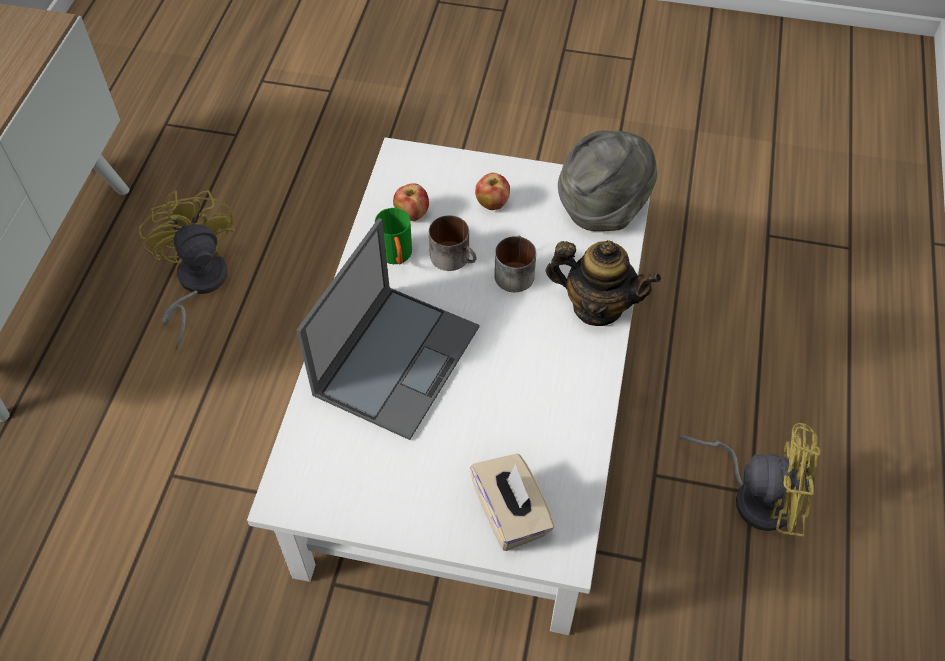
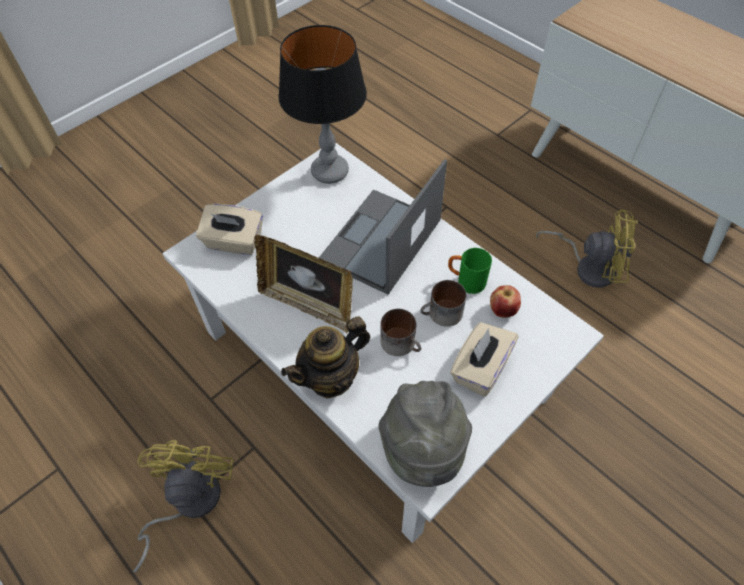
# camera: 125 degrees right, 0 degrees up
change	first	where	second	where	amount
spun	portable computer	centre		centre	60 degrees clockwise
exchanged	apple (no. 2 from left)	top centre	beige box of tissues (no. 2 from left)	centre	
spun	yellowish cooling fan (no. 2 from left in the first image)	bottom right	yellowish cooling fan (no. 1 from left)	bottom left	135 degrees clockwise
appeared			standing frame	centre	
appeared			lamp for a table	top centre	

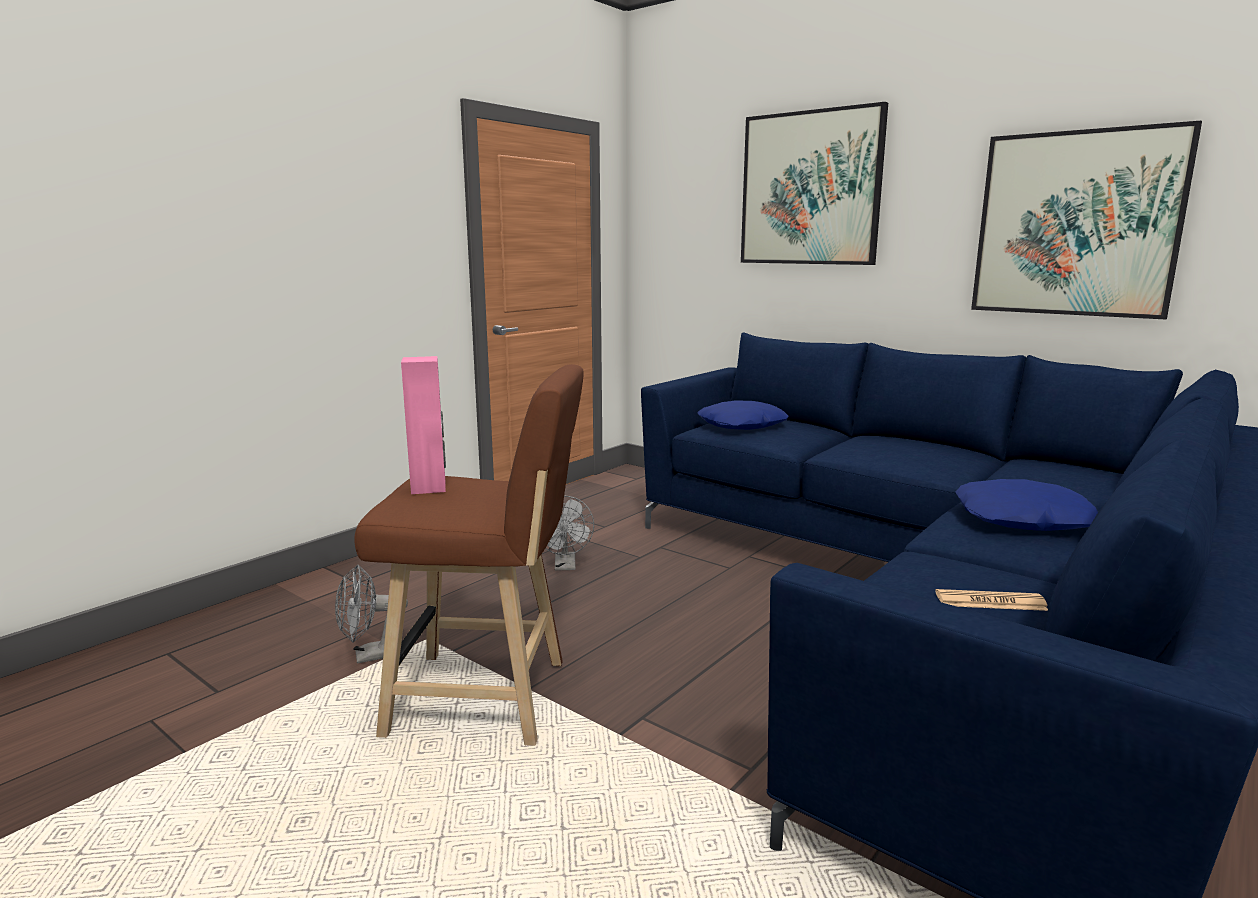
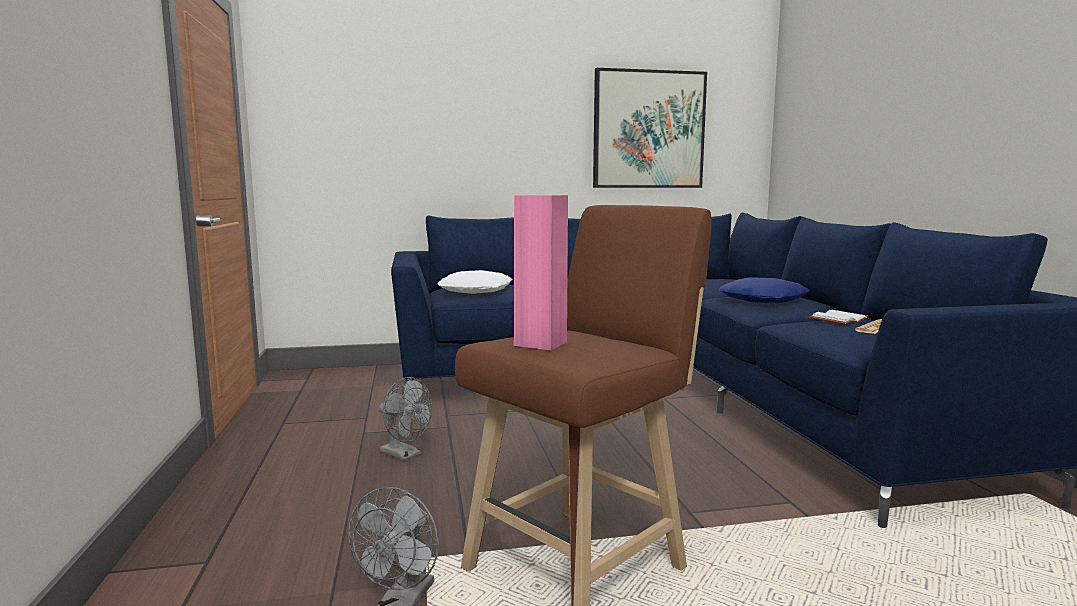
# camera: 50 degrees left, 5 degrees down
change	first	where	second	where	amount
colour	bluish cushion (no. 1 from left)	centre	white-coloured cushion	centre	
missing	wall picture (no. 1 from left)	top centre			
appeared			white-coloured volume	middle right	

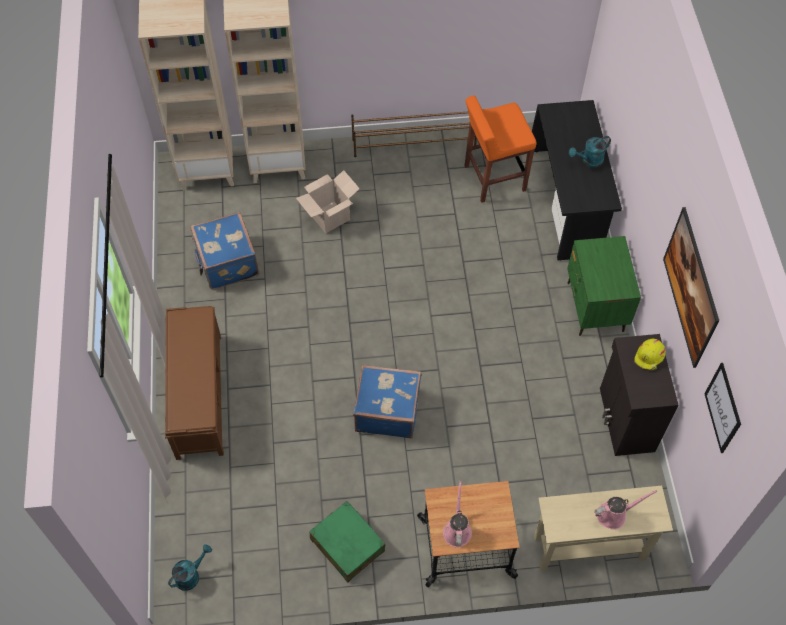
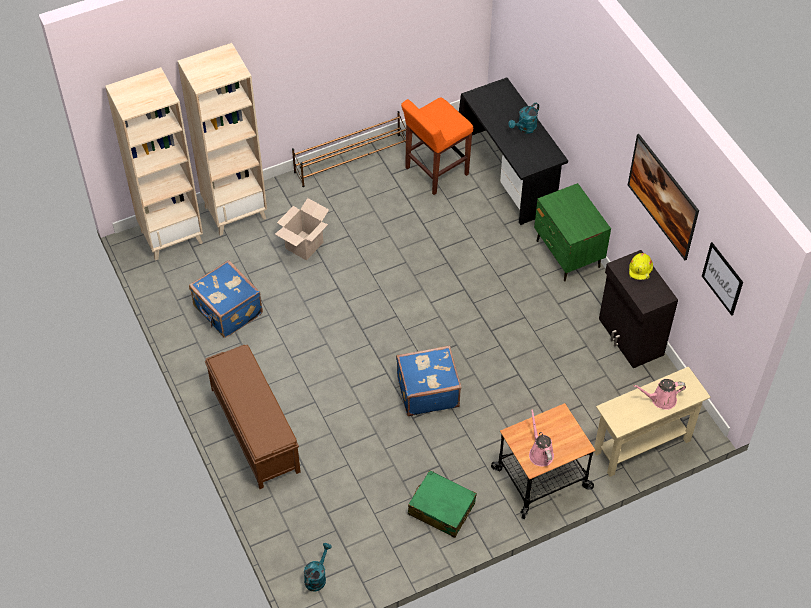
# camera: 20 degrees left, 5 degrees down
change	first	where	second	where	amount
spun	pink-coloured watering pot (no. 2 from left)	bottom right		middle right	150 degrees counterclockwise

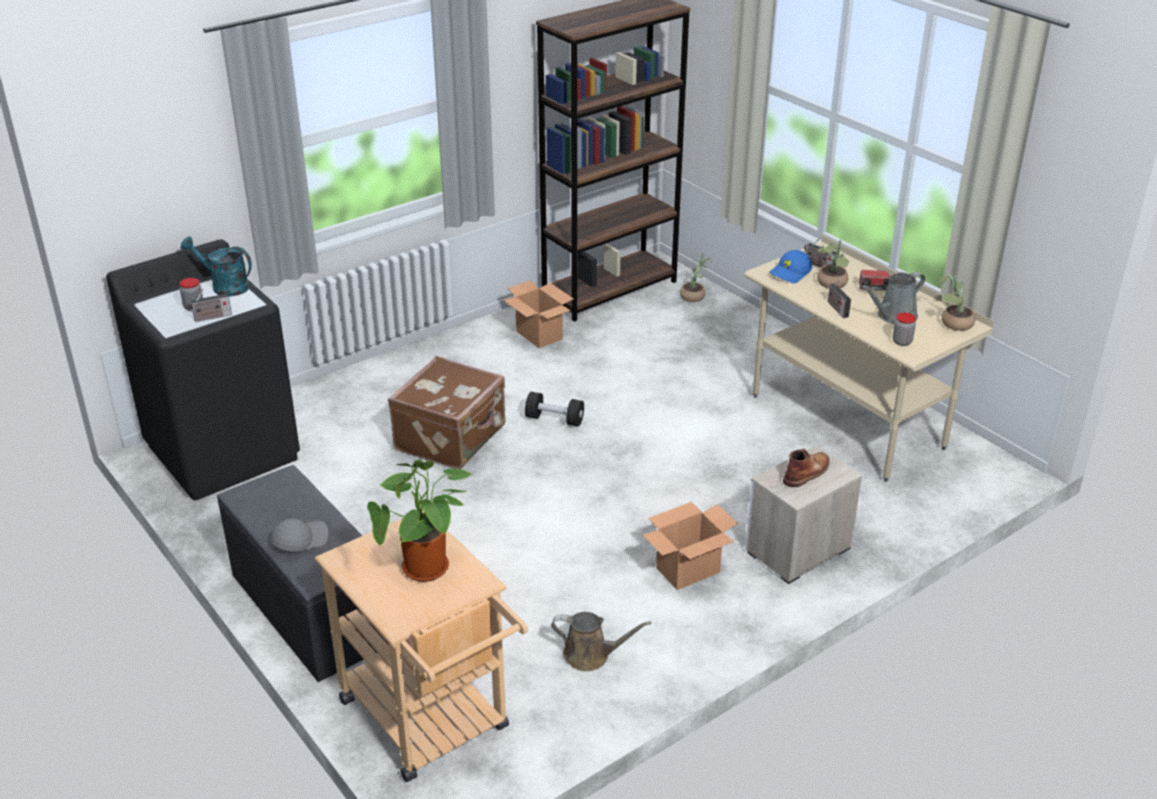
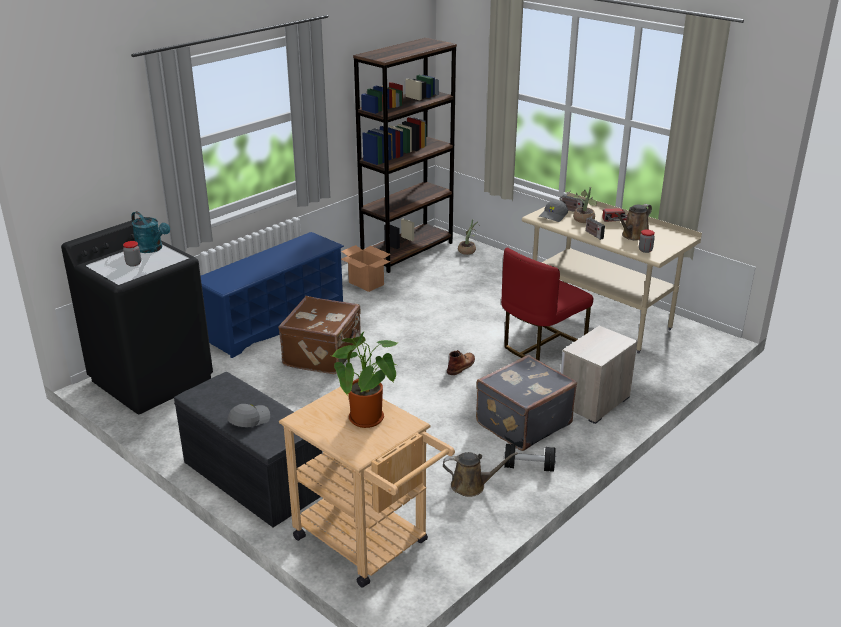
# camera: 10 degrees left, 5 degrees down
change	first	where	second	where	amount
spun	turquoise watering pot	top left		middle left	150 degrees counterclockwise
missing	radio (no. 1 from left)	middle left			
relocated	black hand weight	centre		bottom centre	
exchanged	carton (no. 2 from left)	bottom centre	gray travel case	centre	
colour	bluish baseball cap	top right	gray baseball cap (no. 2 from left)	centre	
relocated	brown high-top boot	middle right		centre	
colour	gray watering pot	middle right	brown watering pot (no. 2 from left)	middle right	
missing	potted plant (no. 4 from left)	middle right			
appeared			bluish shoe rack	middle left	
appeared			reddish upright chair	centre	

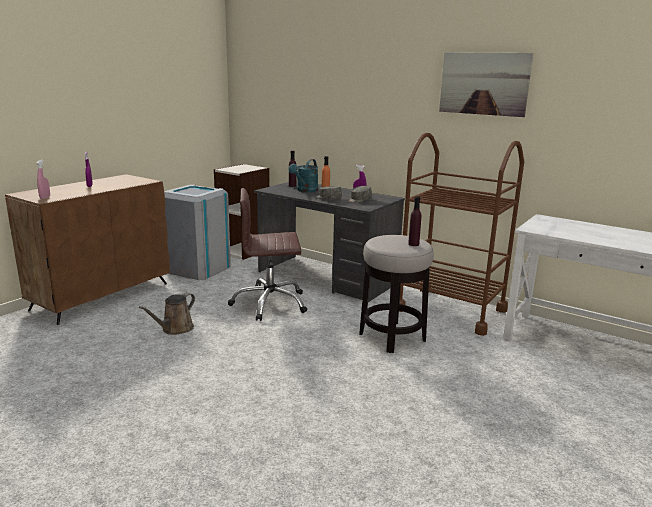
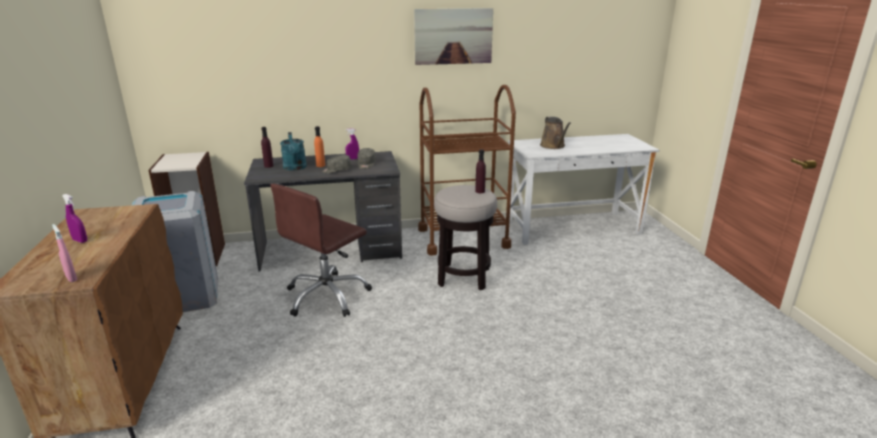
# camera: 45 degrees left, 5 degrees up
change	first	where	second	where	amount
relocated	brown watering pot	middle left		top centre	

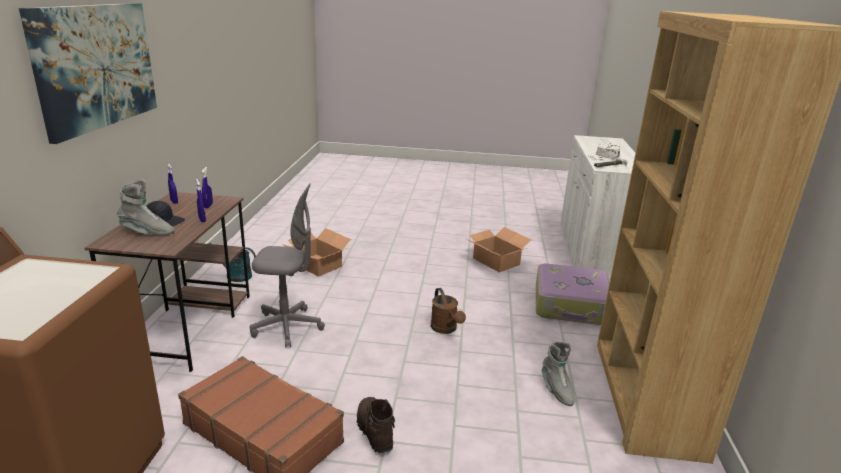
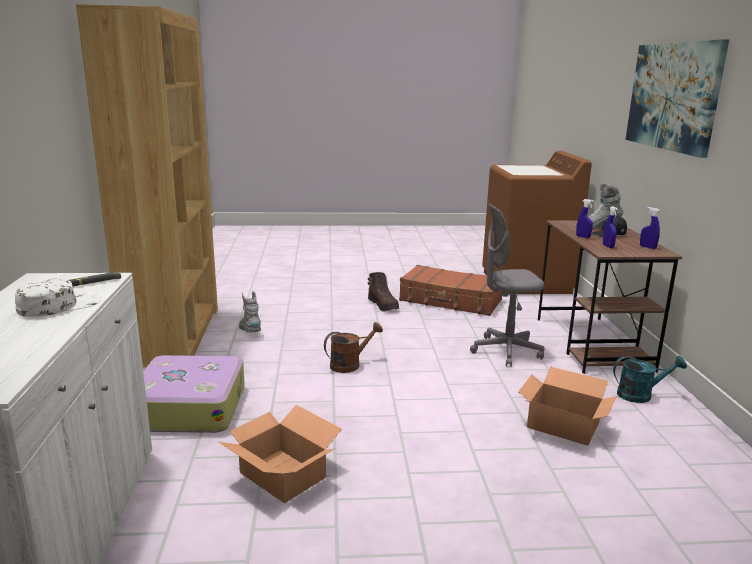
# camera: 170 degrees right, 5 degrees down
change	first	where	second	where	amount
spun	brown watering pot	centre		centre	90 degrees clockwise

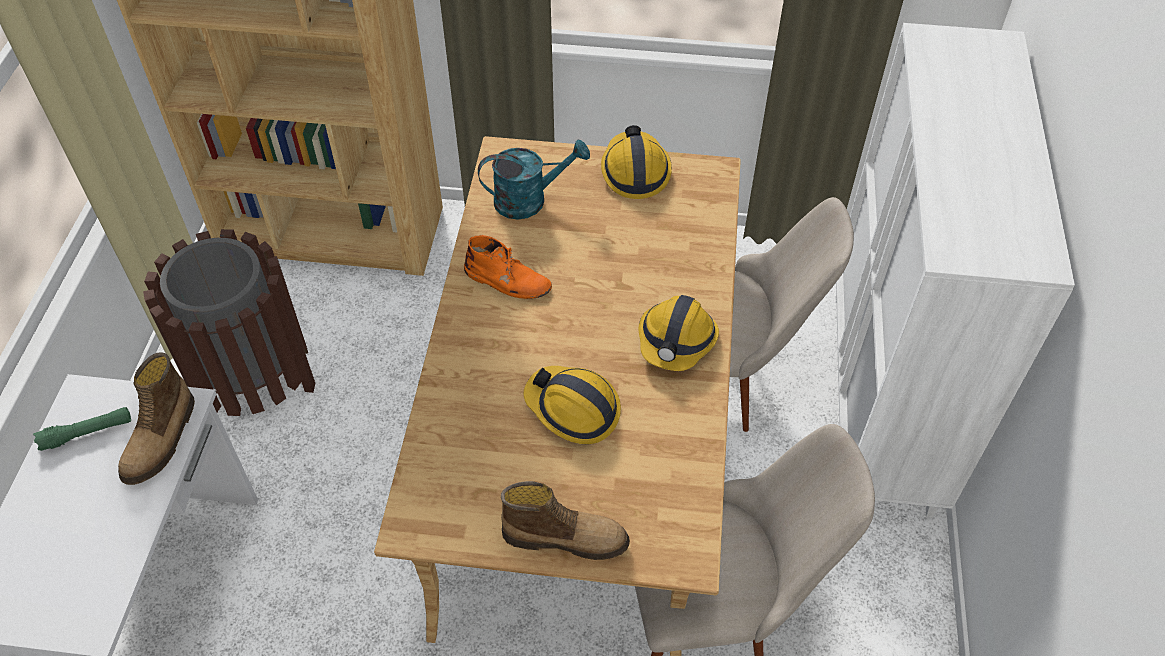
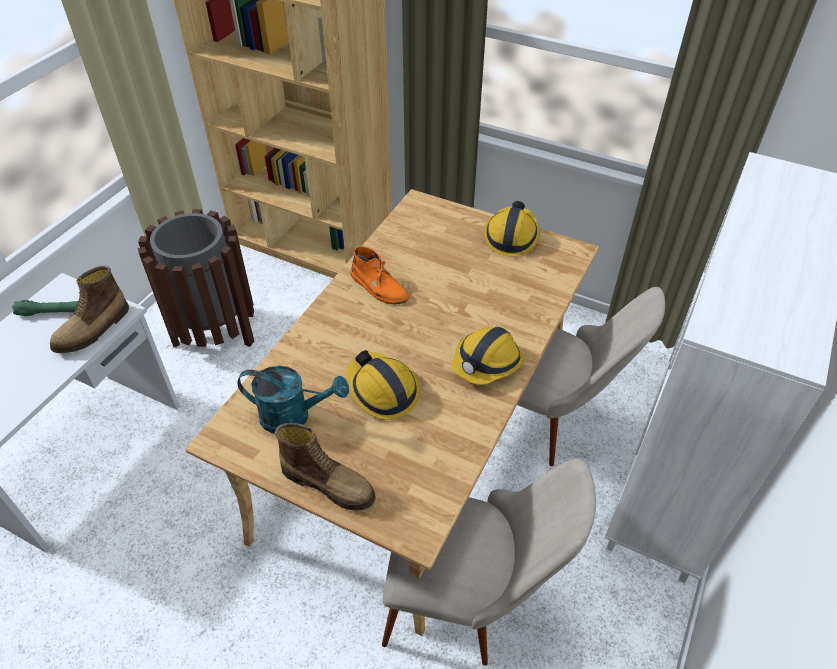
# camera: 20 degrees right, 5 degrees down
change	first	where	second	where	amount
relocated	turquoise watering pot	top centre		centre	

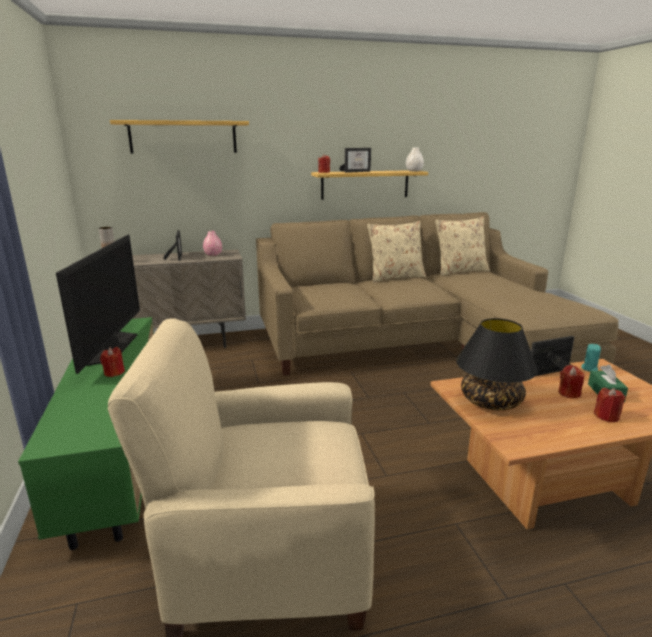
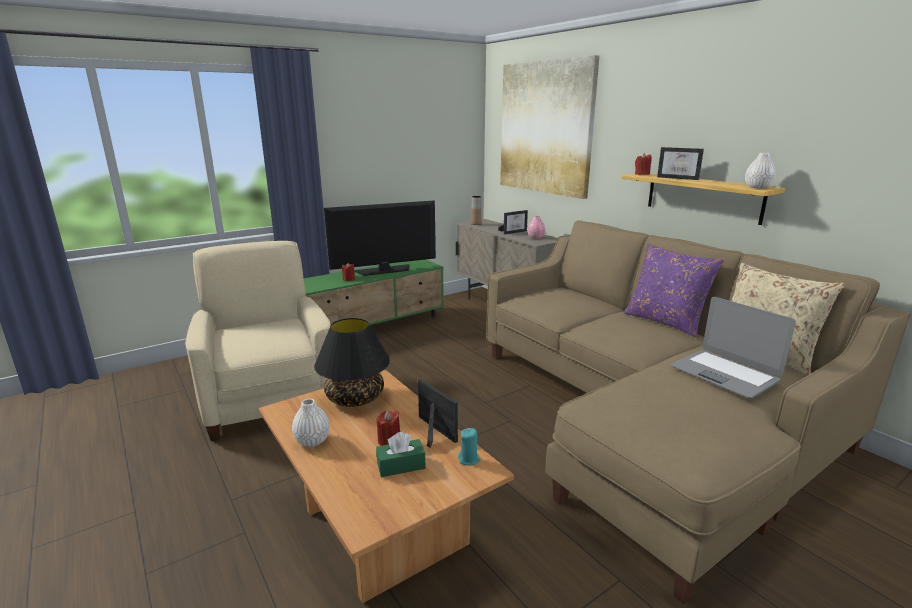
# camera: 70 degrees right, 0 degrees up
change	first	where	second	where	amount
exchanged	wall shelf (no. 1 from left)	top left	wall picture	top centre	
colour	beige cushion (no. 1 from left)	centre	purple cushion	middle right	
missing	reddish wax candle (no. 4 from left)	middle right			
appeared			white-coloured flower vase (no. 1 from left)	bottom centre	
appeared			portable computer	middle right	

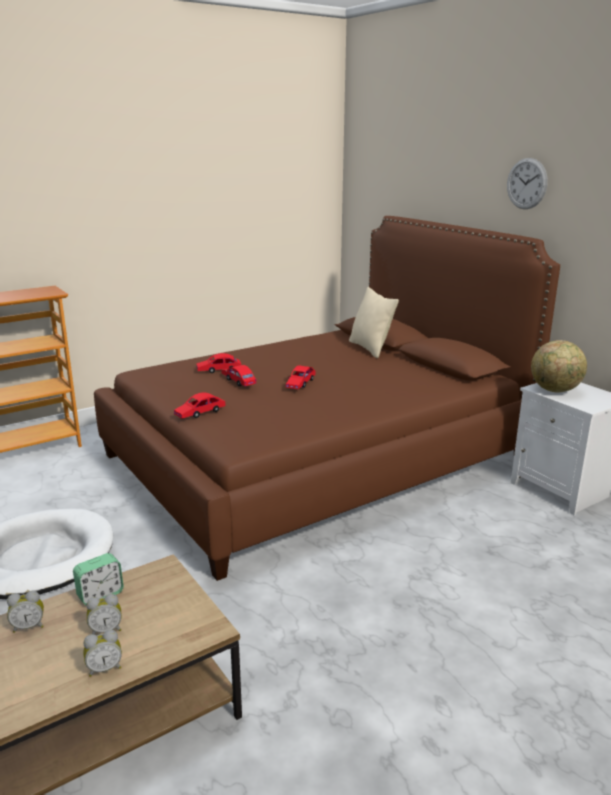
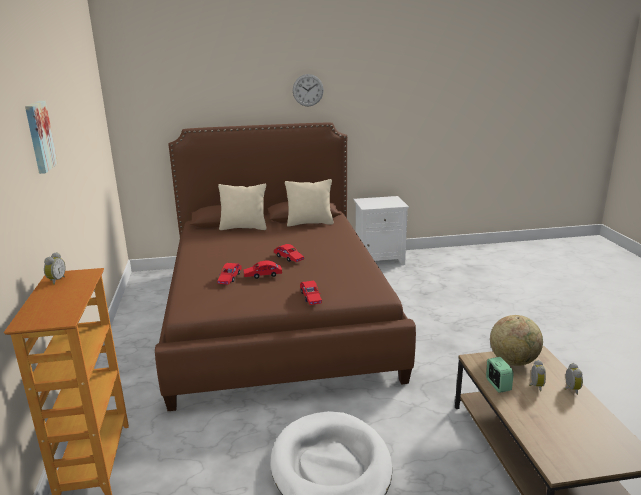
# camera: 65 degrees left, 0 degrees up
change	first	where	second	where	amount
relocated	bedside clock (no. 1 from left)	bottom left		middle left	
relocated	desk globe	middle right		bottom right	
appeared			wall picture	top left	
appeared			beige cushion (no. 2 from left)	centre	

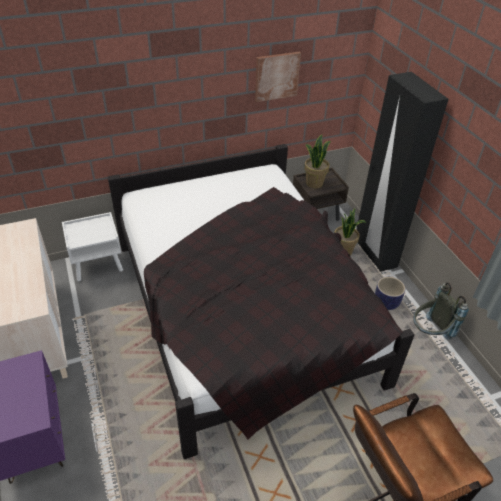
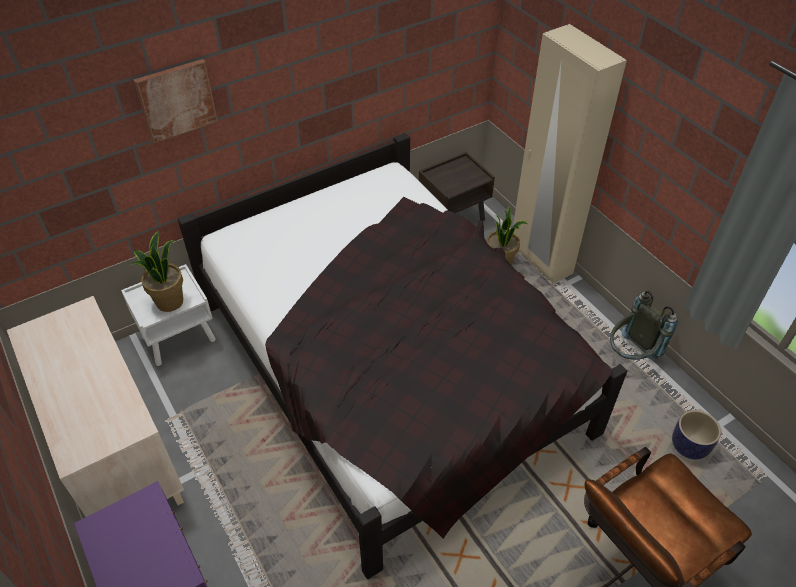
# camera: 10 degrees left, 5 degrees up
change	first	where	second	where	amount
relocated	wall picture	top centre		top left	
relocated	potted plant (no. 1 from left)	top centre		middle left	
colour	black wardrobe	middle right	beige wardrobe	top right	
relocated	planter	middle right		bottom right	

